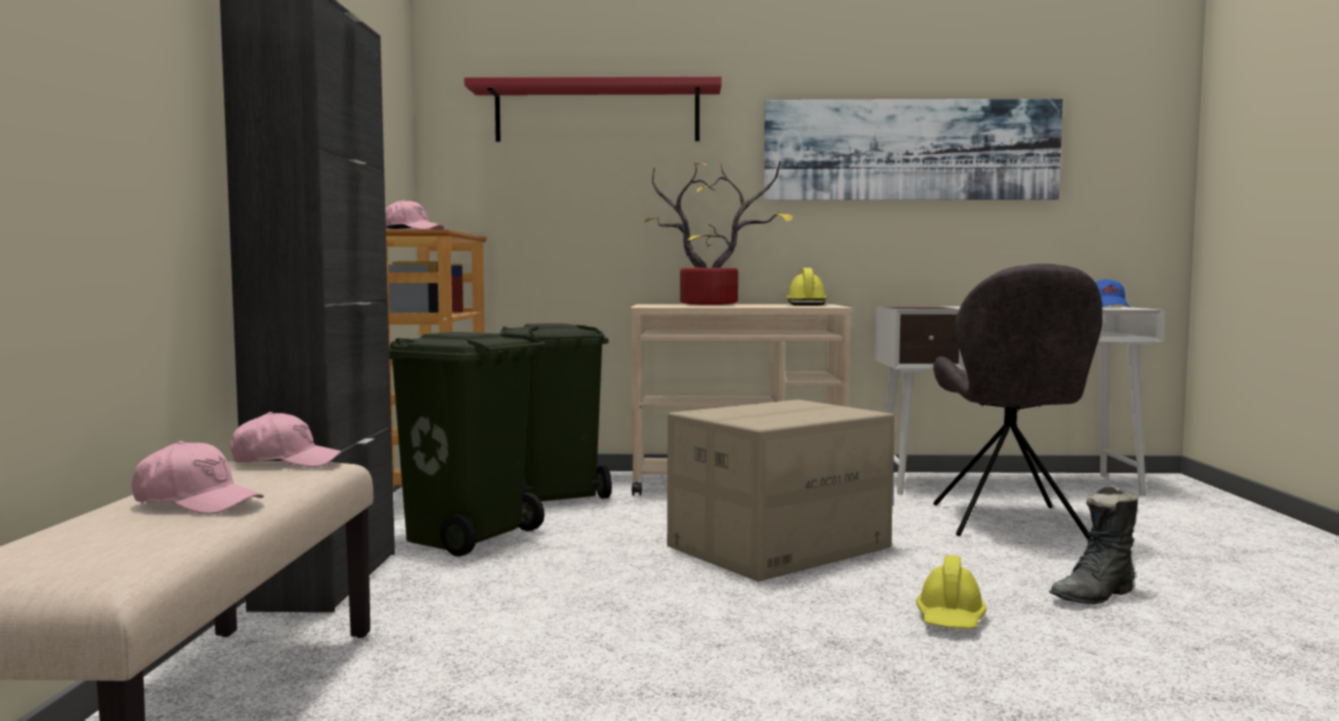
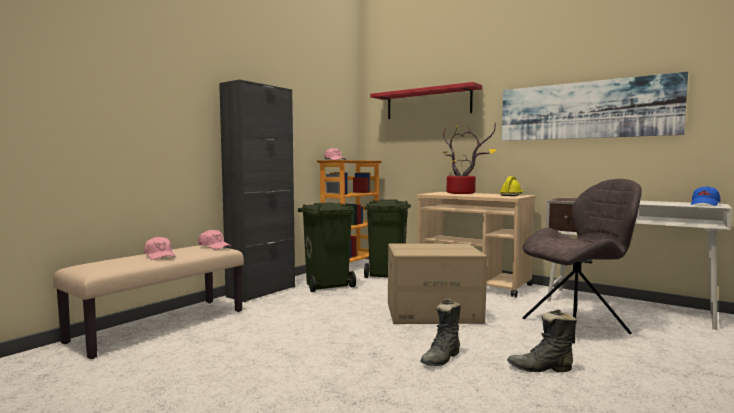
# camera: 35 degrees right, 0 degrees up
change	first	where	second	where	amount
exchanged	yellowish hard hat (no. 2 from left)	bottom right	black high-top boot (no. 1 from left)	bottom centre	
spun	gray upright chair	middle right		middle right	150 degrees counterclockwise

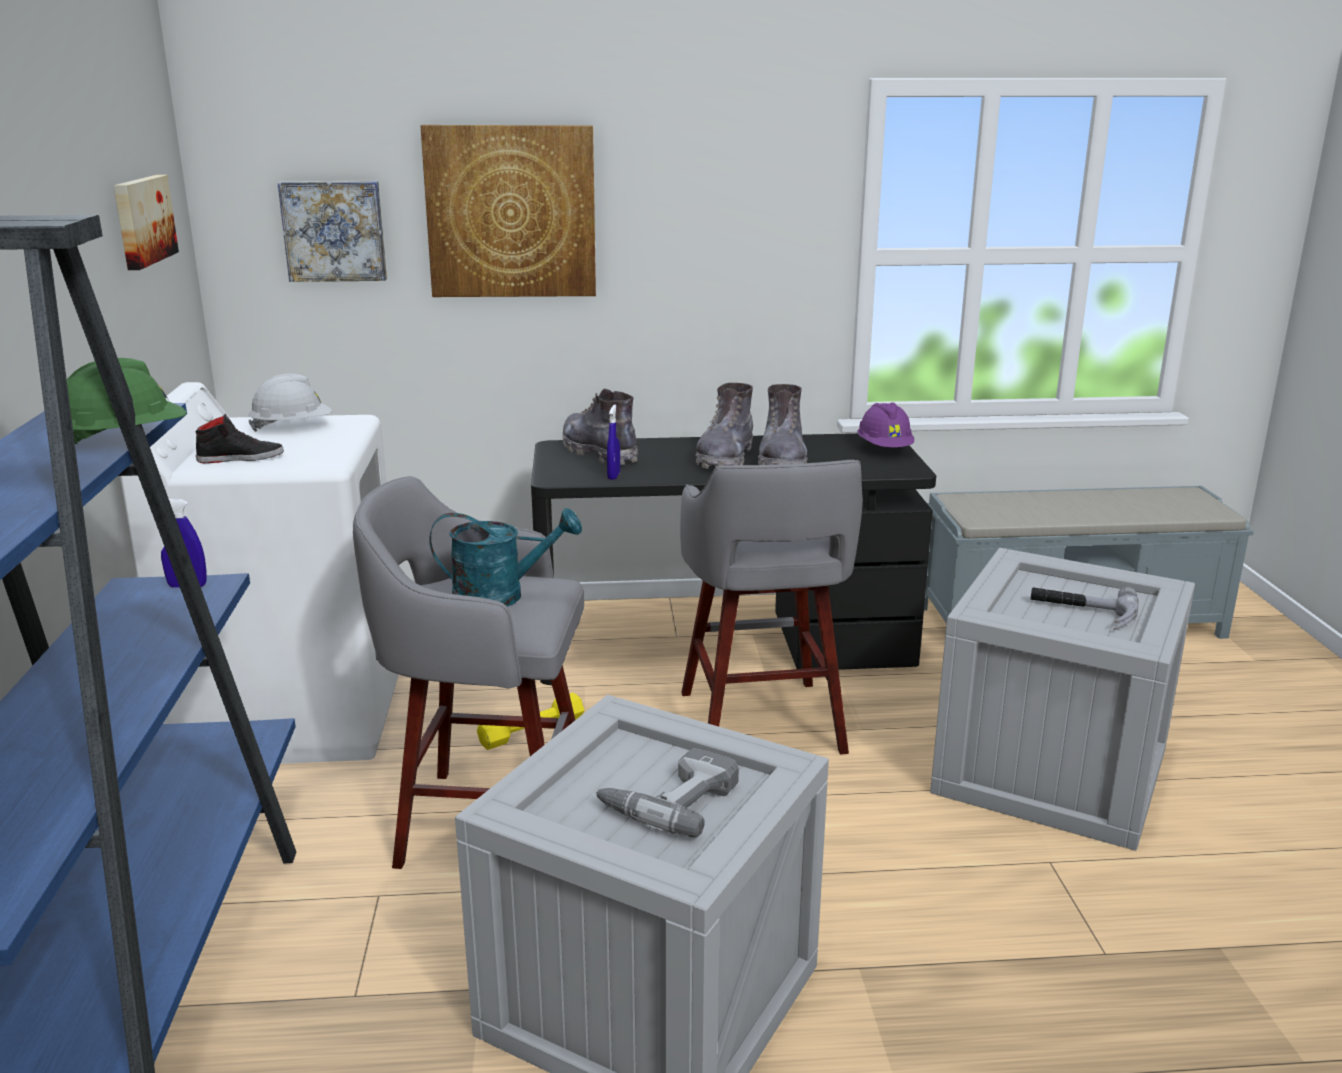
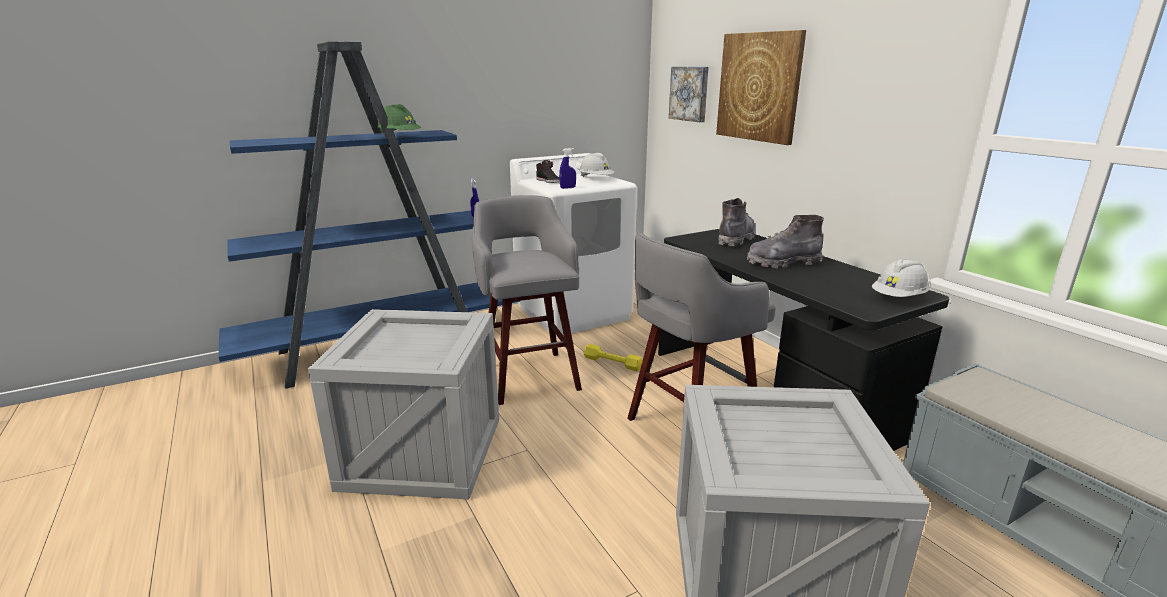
# camera: 65 degrees right, 0 degrees up
change	first	where	second	where	amount
missing	wall picture (no. 1 from left)	top left			
missing	turquoise watering pot	centre			
missing	power drill	bottom centre			
relocated	bluish spray bottle (no. 2 from left)	centre		top centre	
missing	gray high-top boot (no. 3 from left)	centre			
colour	purple hard hat	centre	white-coloured hard hat (no. 2 from left)	middle right	
missing	hammer	middle right			

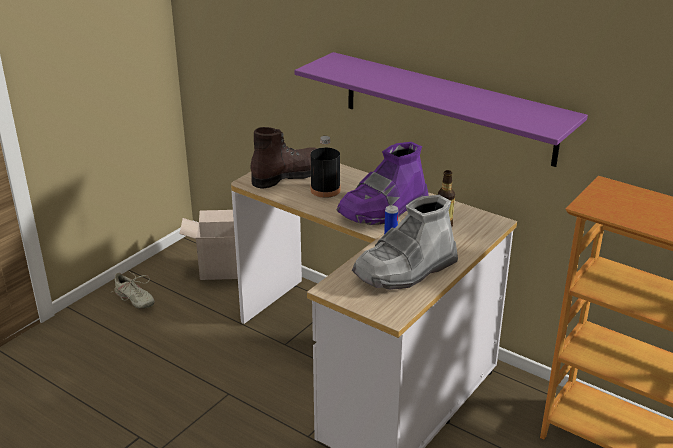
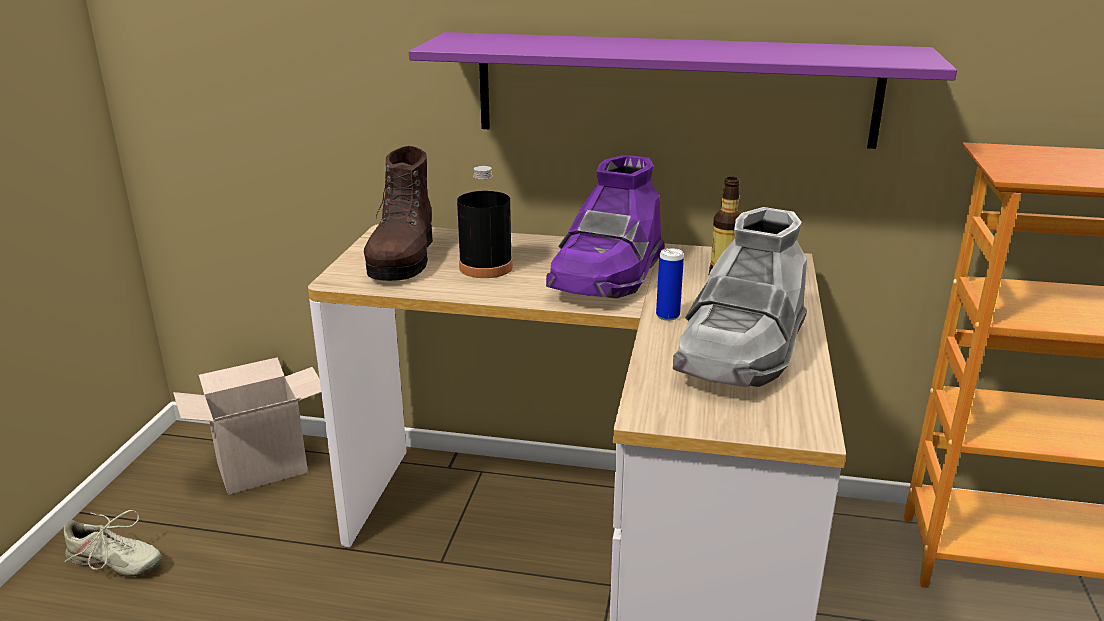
# camera: 25 degrees left, 5 degrees down
change	first	where	second	where	amount
spun	brown high-top boot	centre		centre	150 degrees clockwise

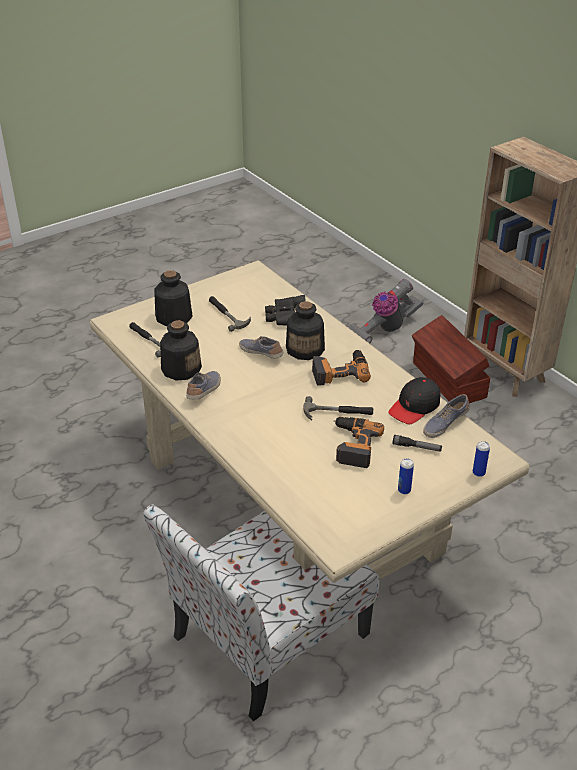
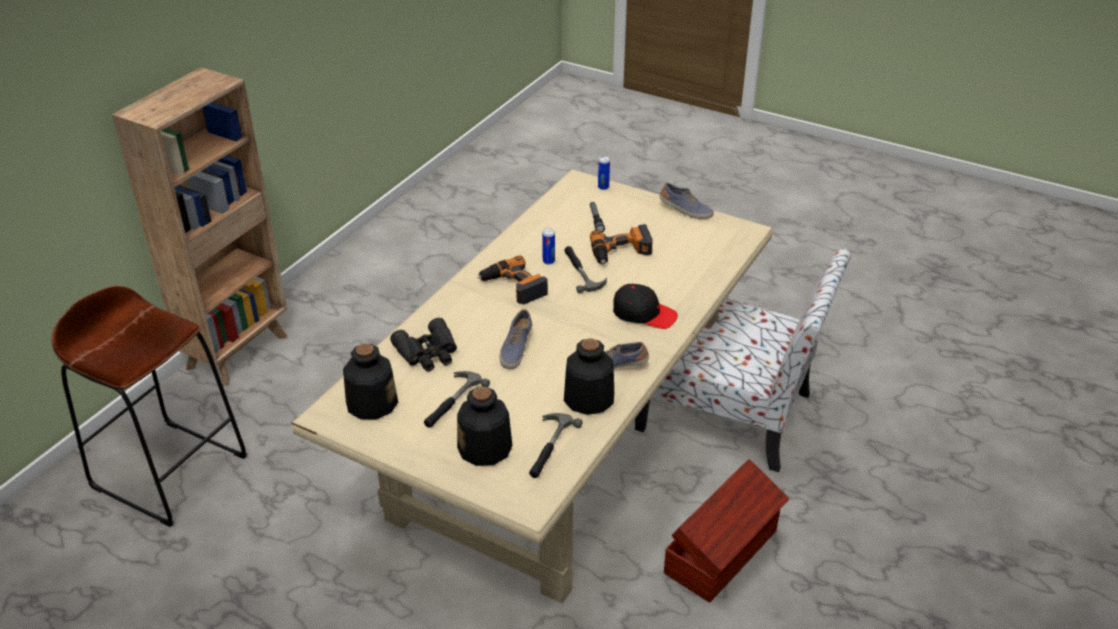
# camera: 115 degrees left, 0 degrees up
change	first	where	second	where	amount
relocated	bottle (no. 3 from left in the first image)	centre	bottle (no. 1 from left)	middle left	
exchanged	vacuum cleaner	middle right	brown stool seat	middle left	
relocated	black baseball cap	middle right		centre	
relocated	metal can (no. 1 from left)	middle right		centre	
relocated	brown storage bin	middle right		bottom centre	
relocated	shoe (no. 3 from left)	middle right		top centre	

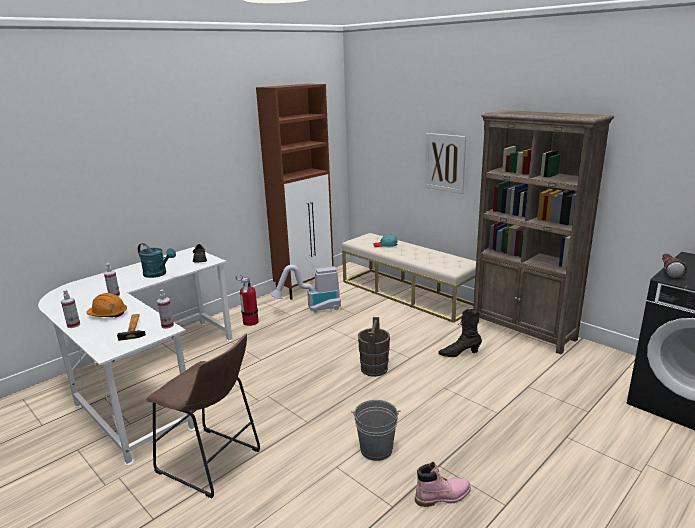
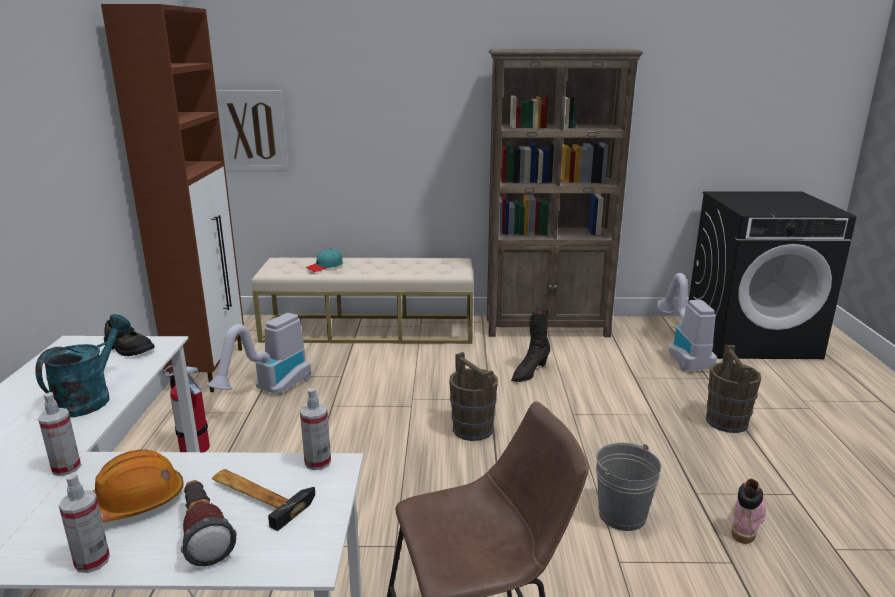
# camera: 45 degrees left, 0 degrees up
change	first	where	second	where	amount
spun	turquoise watering pot	middle left		middle left	60 degrees counterclockwise
relocated	wall picture	top centre		top left	
relocated	hand torch	middle right		bottom left	
appeared			vacuum cleaner (no. 2 from left)	middle right	
appeared			brown water bucket (no. 2 from left)	middle right	

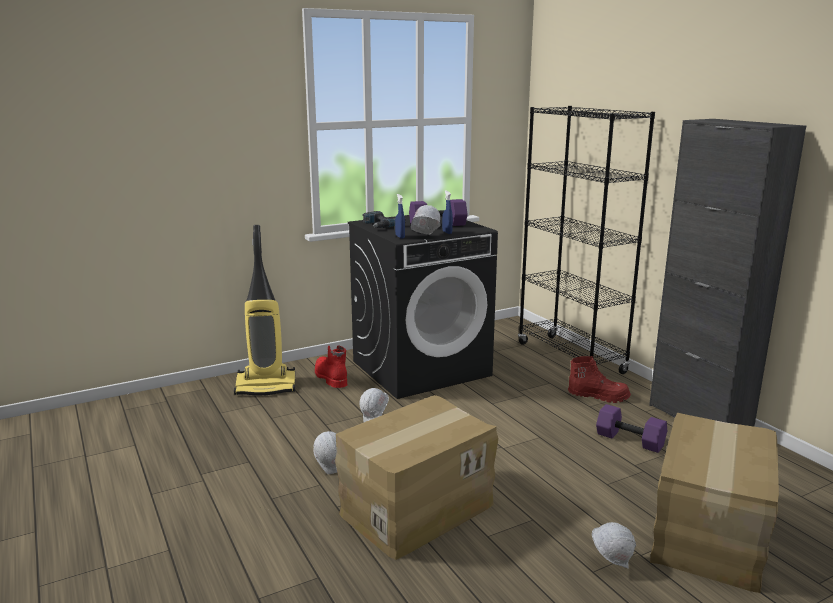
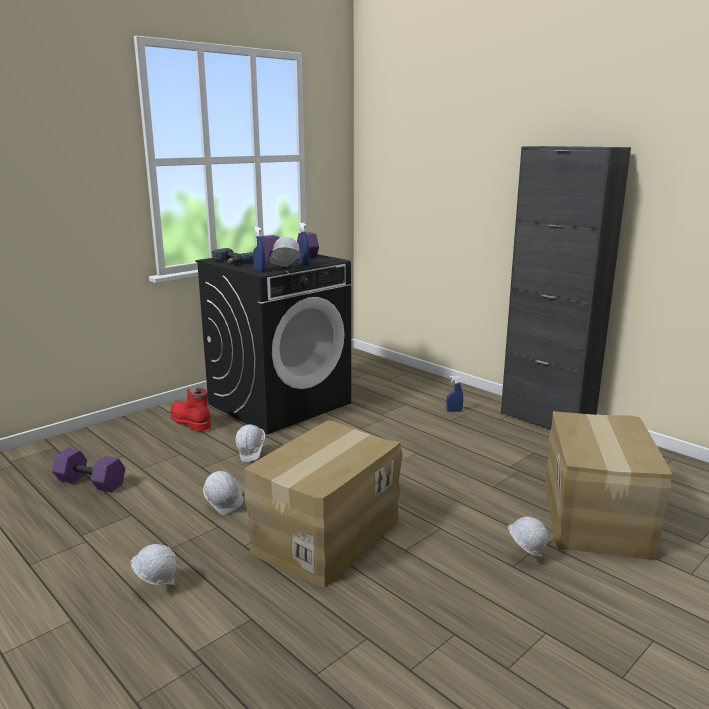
# camera: 15 degrees left, 0 degrees up
change	first	where	second	where	amount
missing	vacuum cleaner	middle left			
missing	black bookshelf	middle right			
exchanged	reddish high-top boot (no. 2 from left)	middle right	bluish spray bottle (no. 3 from left)	centre	
relocated	purple hand weight (no. 2 from left in the first image)	bottom right	purple hand weight (no. 1 from left)	middle left	
appeared			white-coloured hard hat (no. 1 from left)	bottom left	

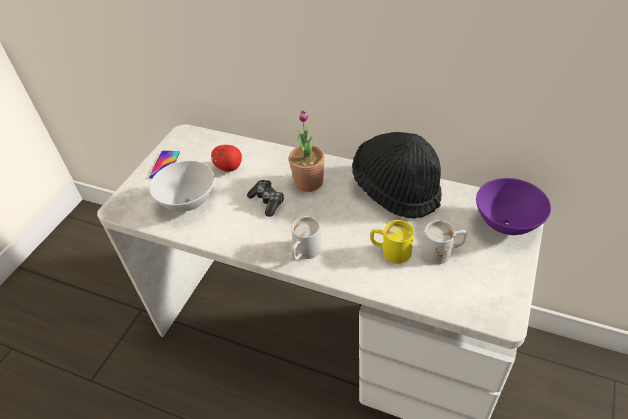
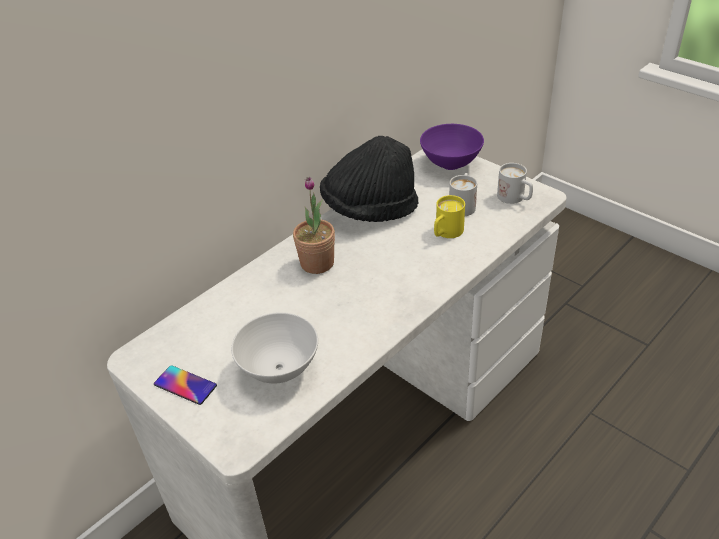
# camera: 70 degrees left, 5 degrees down
change	first	where	second	where	amount
missing	apple	centre			
missing	game controller	centre			
relocated	white-coloured coffee mug (no. 1 from left in the first image)	centre	white-coloured coffee mug (no. 2 from left)	middle right	

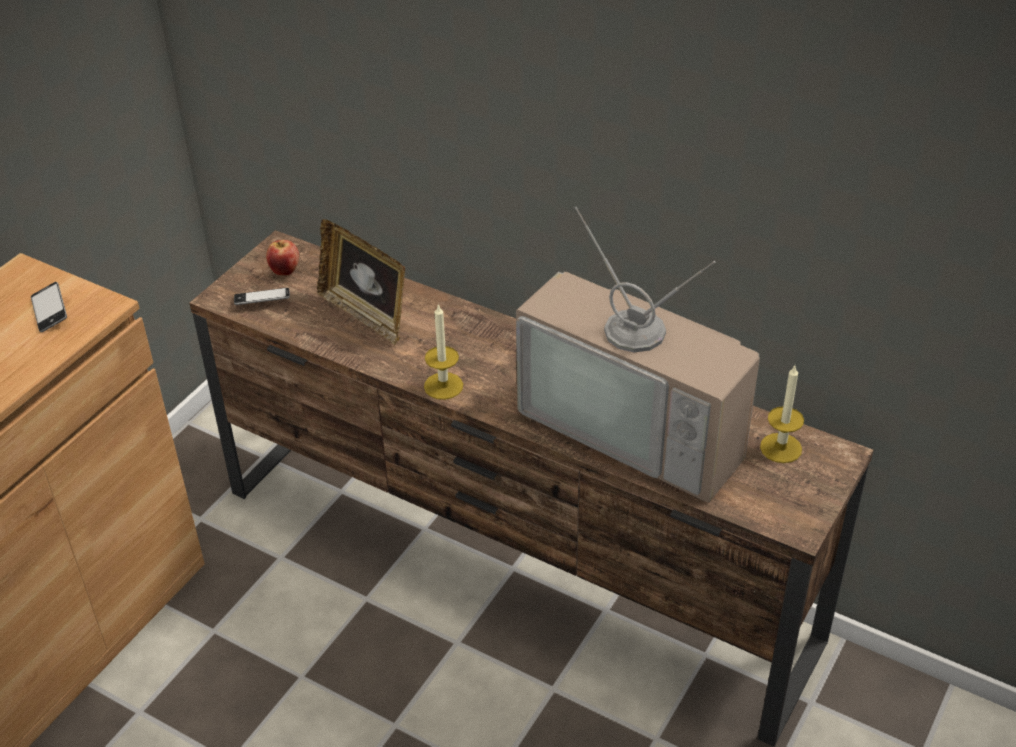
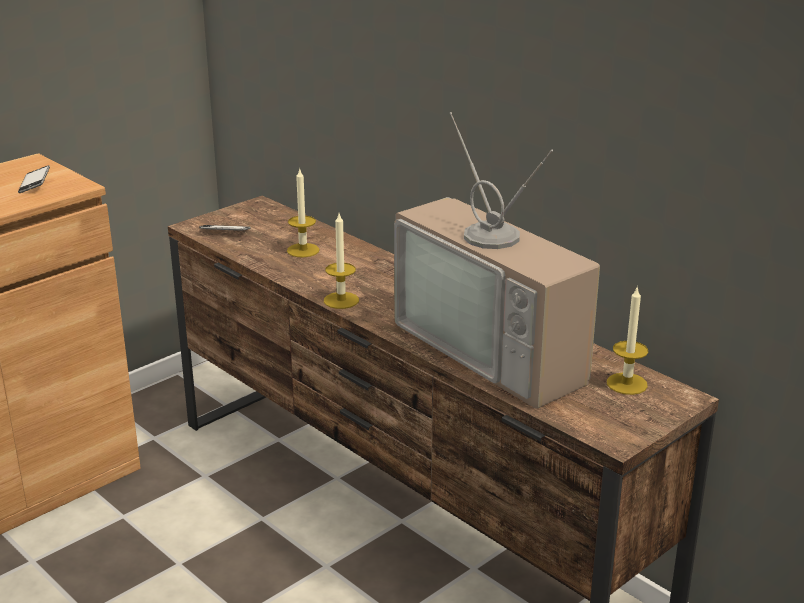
# camera: 15 degrees right, 15 degrees down
change	first	where	second	where	amount
missing	apple	middle left			
exchanged	standing frame	centre	wax candle (no. 1 from left)	centre	

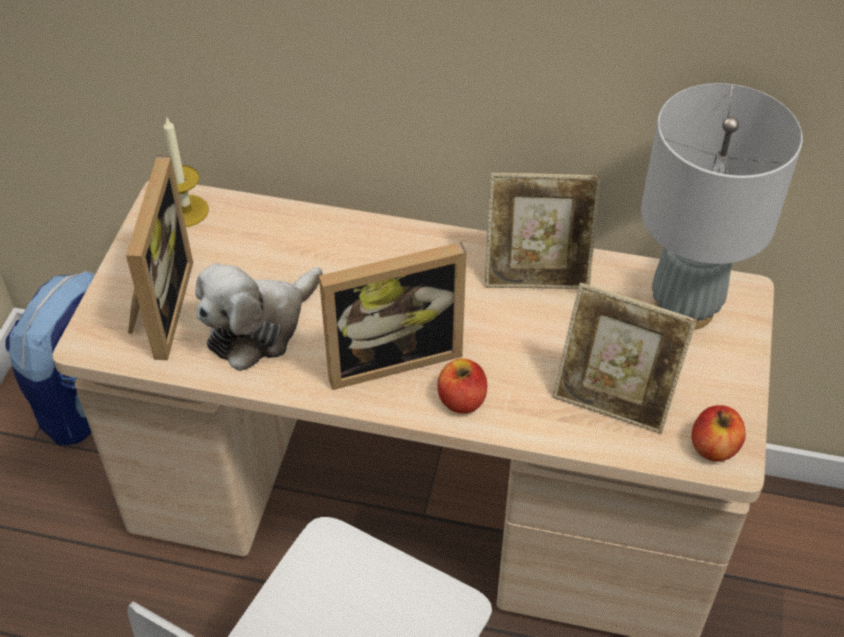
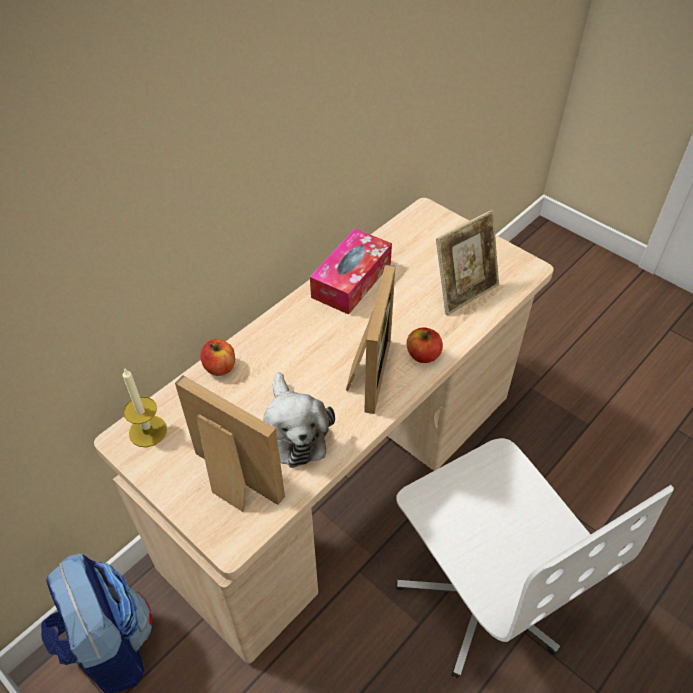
# camera: 60 degrees left, 0 degrees up
change	first	where	second	where	amount
exchanged	standing frame (no. 3 from left)	centre	box of tissues	centre	
missing	gray lamp for a table	top right			
relocated	apple (no. 2 from left in the first image)	bottom right	apple (no. 1 from left)	middle left	

